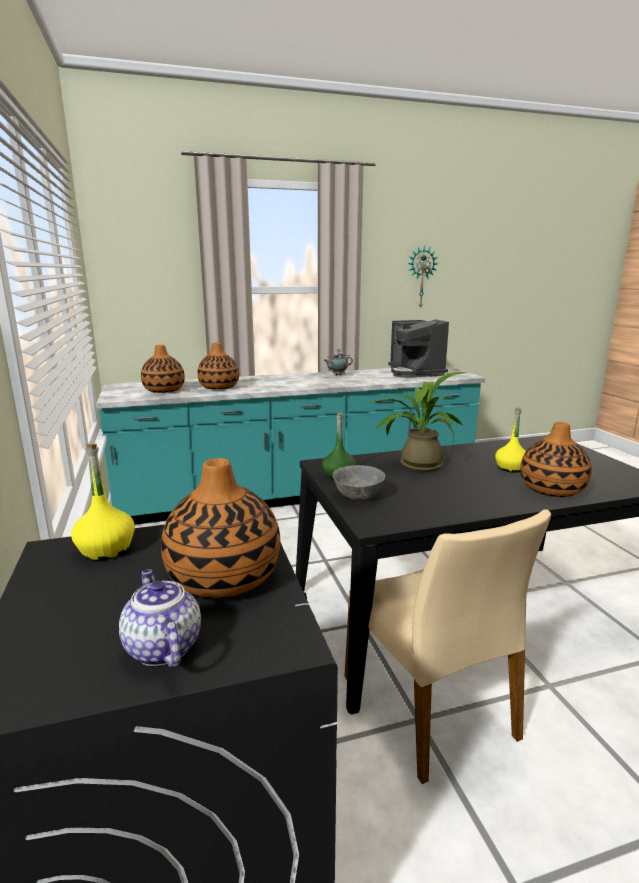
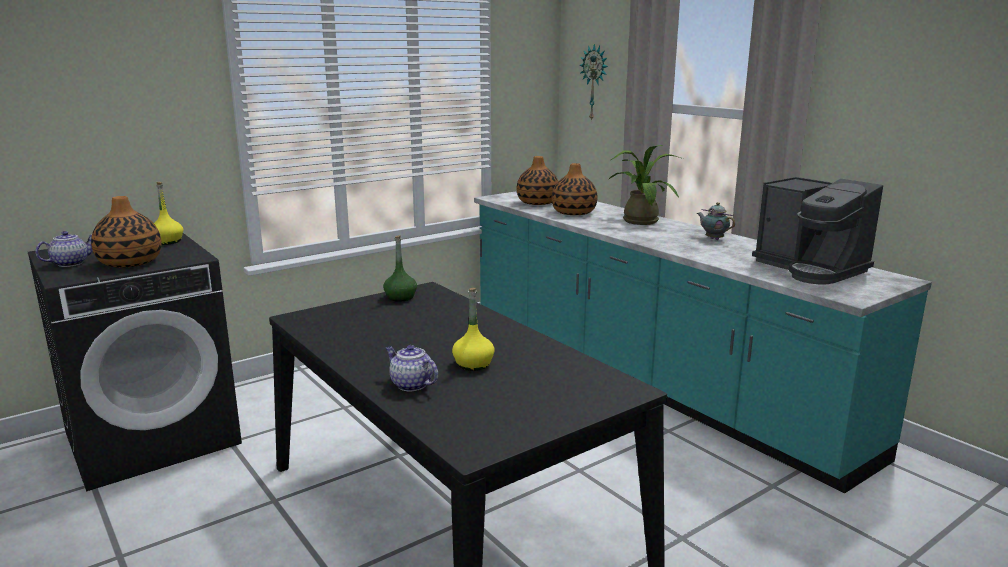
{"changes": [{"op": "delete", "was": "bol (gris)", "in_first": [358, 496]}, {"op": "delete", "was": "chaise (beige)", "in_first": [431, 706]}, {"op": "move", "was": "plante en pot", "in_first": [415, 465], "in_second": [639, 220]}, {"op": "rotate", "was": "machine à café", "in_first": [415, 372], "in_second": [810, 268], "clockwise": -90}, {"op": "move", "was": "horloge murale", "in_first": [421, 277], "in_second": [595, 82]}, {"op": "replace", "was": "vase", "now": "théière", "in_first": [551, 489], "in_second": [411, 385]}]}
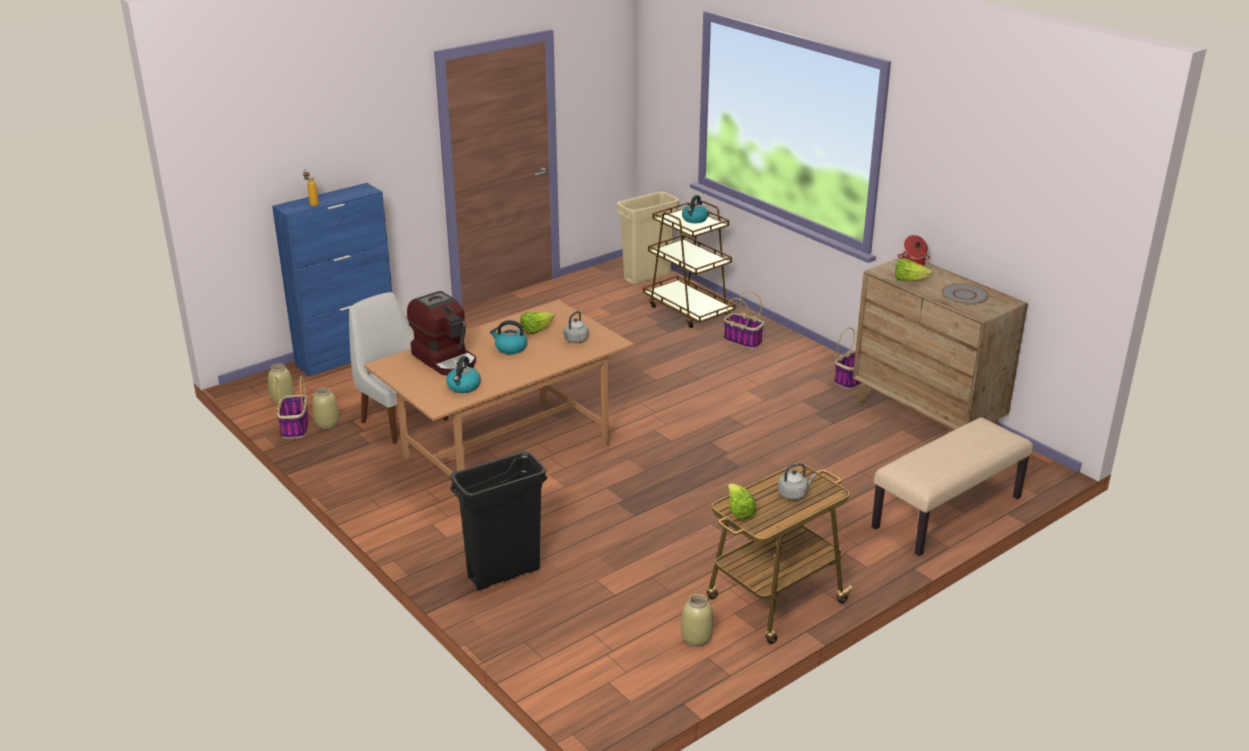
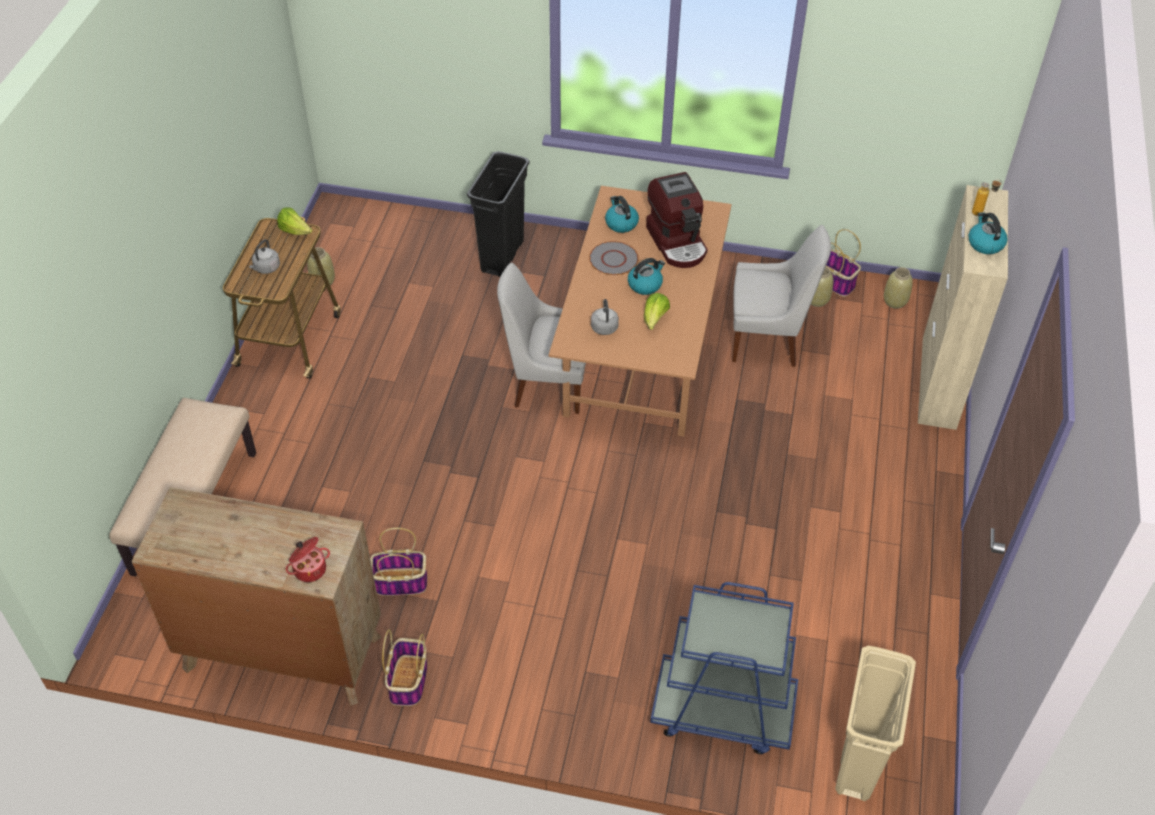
{"changes": [{"op": "recolor", "was": "meuble de rangement (bleu)", "now": "meuble de rangement (beige)", "in_first": [347, 355], "in_second": [938, 383]}, {"op": "rotate", "was": "machine à café", "in_first": [445, 359], "in_second": [677, 242], "clockwise": -120}, {"op": "recolor", "was": "chariot (marron)", "now": "chariot (bleu)", "in_first": [688, 310], "in_second": [722, 710]}, {"op": "move", "was": "bouilloire", "in_first": [694, 219], "in_second": [985, 243]}, {"op": "move", "was": "panier", "in_first": [743, 341], "in_second": [399, 583]}, {"op": "delete", "was": "laitue", "in_first": [909, 280]}, {"op": "move", "was": "assiette (gris)", "in_first": [965, 295], "in_second": [613, 259]}, {"op": "insert", "now": "chaise (blanc)", "in_second": [547, 383]}]}
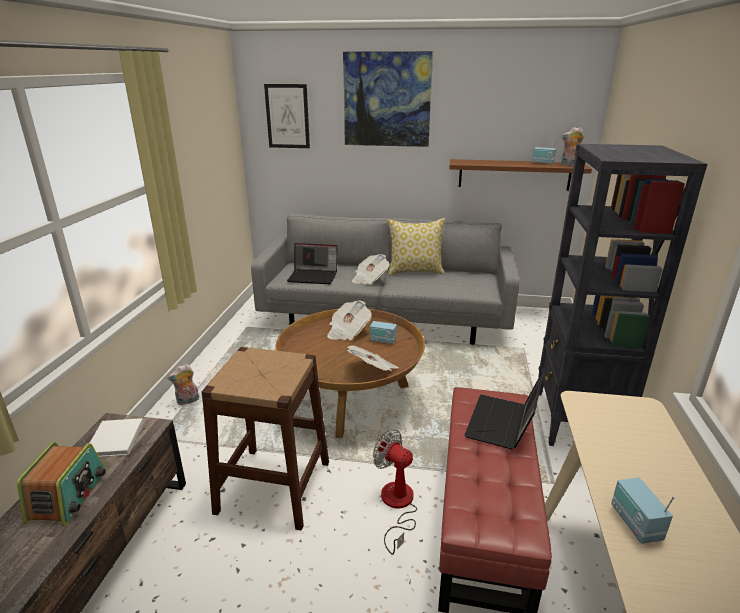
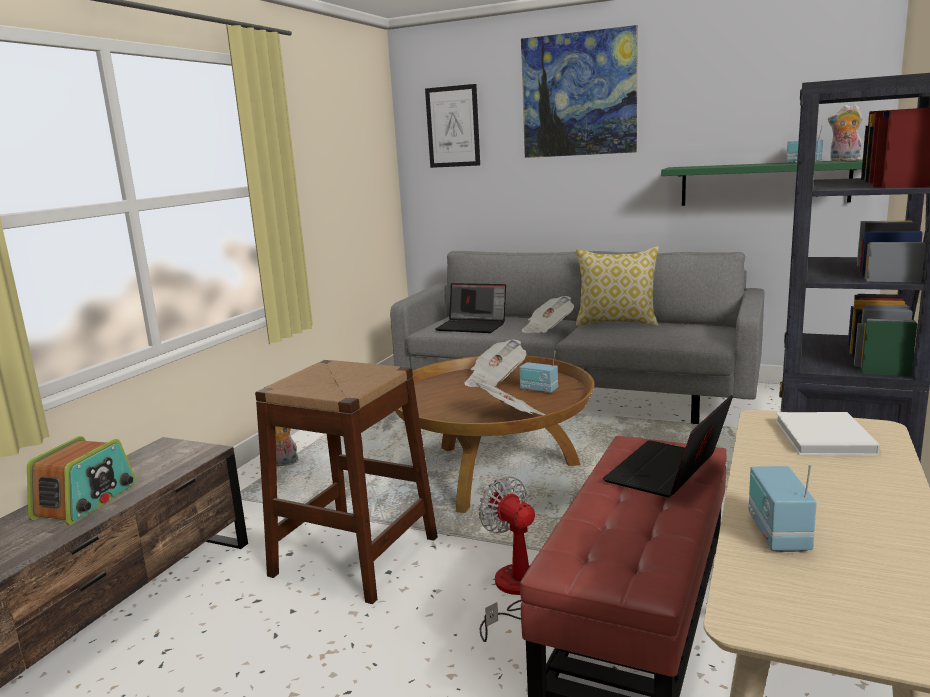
{"changes": [{"op": "move", "was": "livre (blanc)", "in_first": [115, 440], "in_second": [825, 438]}, {"op": "recolor", "was": "étagère (marron)", "now": "étagère (vert)", "in_first": [514, 174], "in_second": [763, 183]}]}
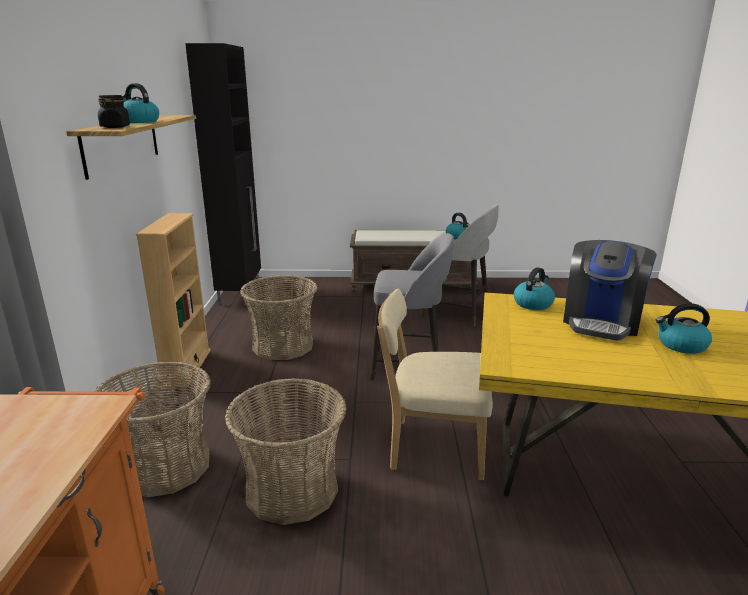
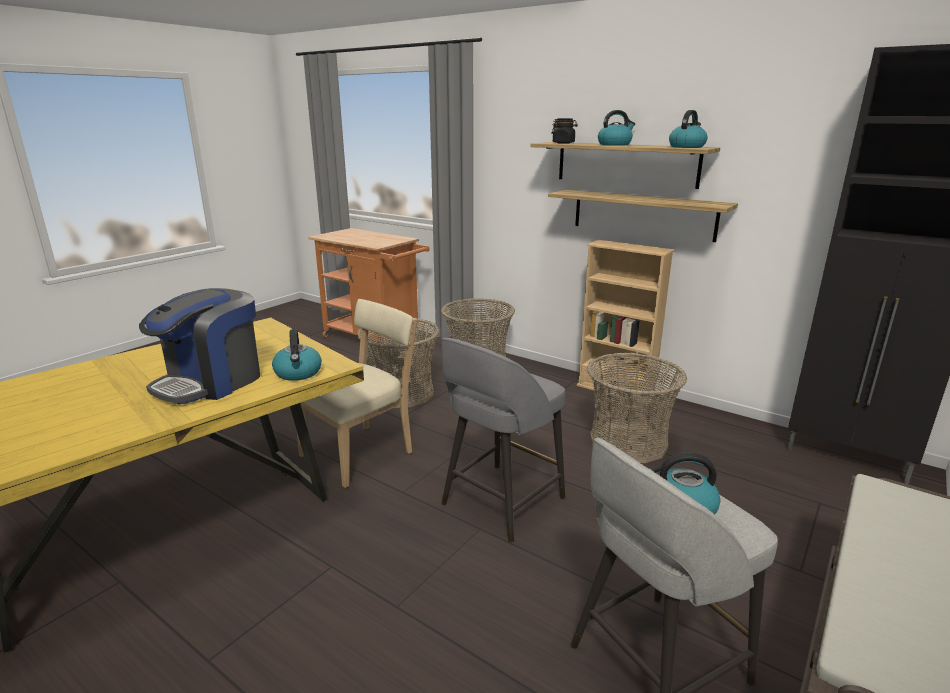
{"changes": [{"op": "rotate", "was": "machine à café", "in_first": [601, 322], "in_second": [211, 382], "clockwise": -120}, {"op": "move", "was": "bouilloire", "in_first": [681, 345], "in_second": [686, 147]}, {"op": "insert", "now": "étagère", "in_second": [643, 214]}]}
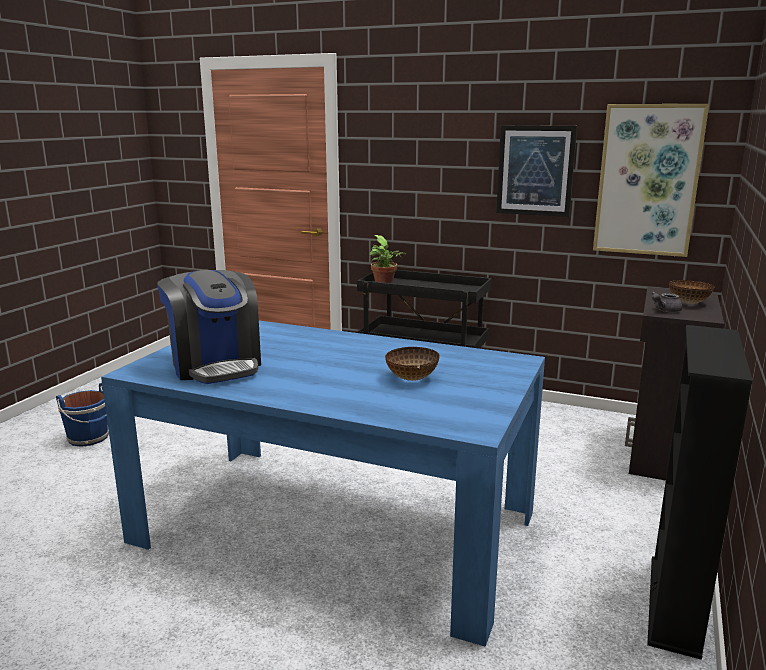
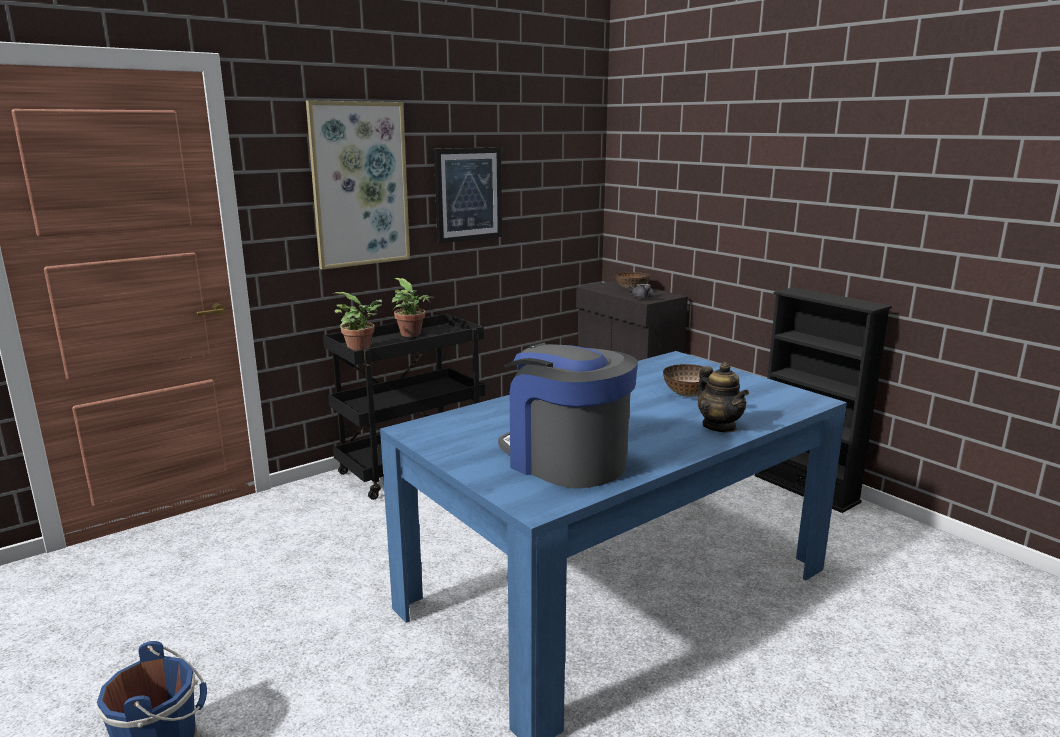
{"changes": [{"op": "rotate", "was": "machine à café", "in_first": [215, 365], "in_second": [565, 460], "clockwise": -135}, {"op": "move", "was": "tableau", "in_first": [647, 180], "in_second": [359, 185]}, {"op": "insert", "now": "plante en pot", "in_second": [412, 334]}, {"op": "insert", "now": "théière", "in_second": [719, 426]}]}
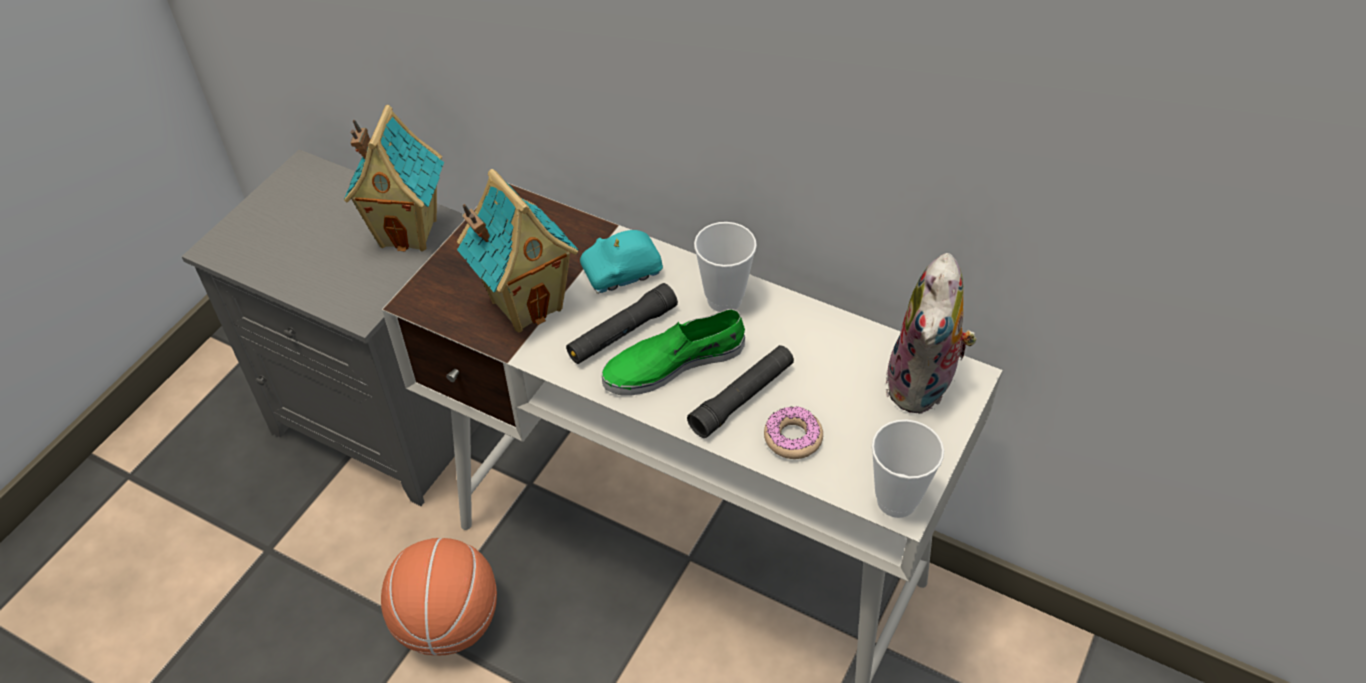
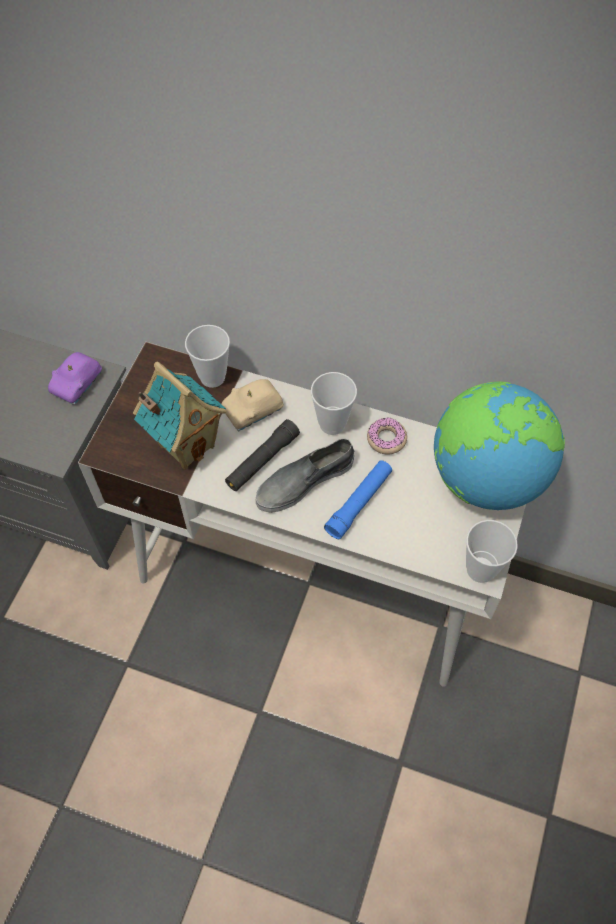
{"changes": [{"op": "replace", "was": "maison miniature", "now": "petite voiture (violet)", "in_first": [409, 231], "in_second": [78, 384]}, {"op": "delete", "was": "ballon de basket", "in_first": [448, 622]}, {"op": "recolor", "was": "petite voiture (turquoise)", "now": "petite voiture (beige)", "in_first": [622, 273], "in_second": [253, 411]}, {"op": "recolor", "was": "chaussure (vert)", "now": "chaussure (gris)", "in_first": [673, 363], "in_second": [304, 481]}, {"op": "recolor", "was": "lampe de poche (noir)", "now": "lampe de poche (bleu)", "in_first": [742, 398], "in_second": [359, 503]}, {"op": "move", "was": "beignet", "in_first": [793, 438], "in_second": [386, 439]}, {"op": "replace", "was": "peluche", "now": "globe", "in_first": [923, 386], "in_second": [485, 477]}, {"op": "insert", "now": "tasse", "in_second": [212, 377]}]}
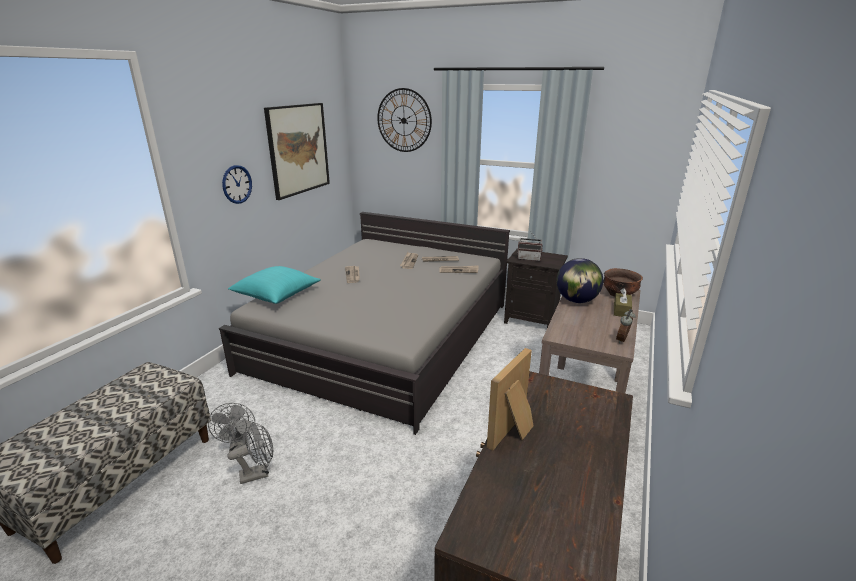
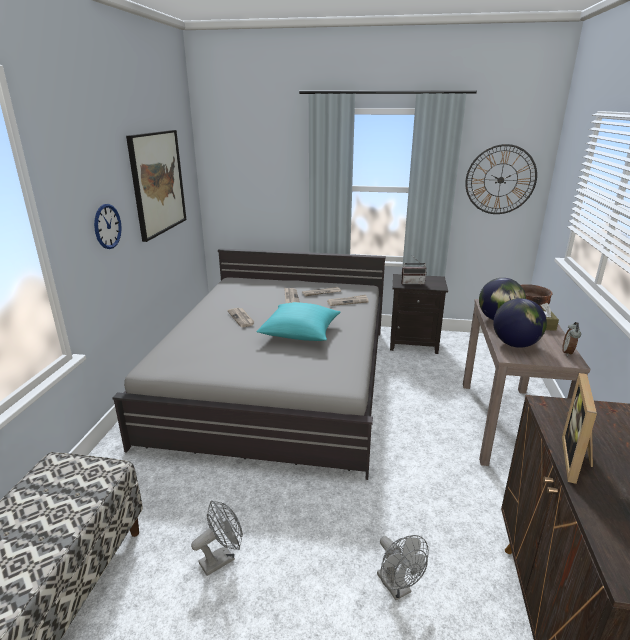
{"changes": [{"op": "move", "was": "ventilateur (gris)", "in_first": [238, 446], "in_second": [397, 588]}, {"op": "move", "was": "coussin (turquoise)", "in_first": [276, 295], "in_second": [300, 333]}, {"op": "move", "was": "horloge murale", "in_first": [404, 120], "in_second": [500, 180]}, {"op": "insert", "now": "globe", "in_second": [515, 344]}]}
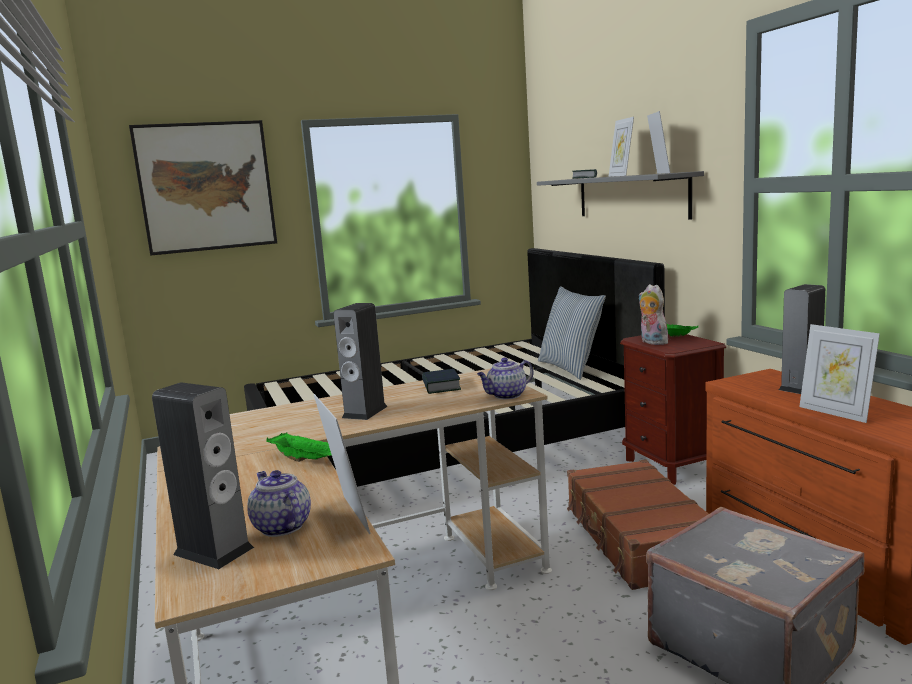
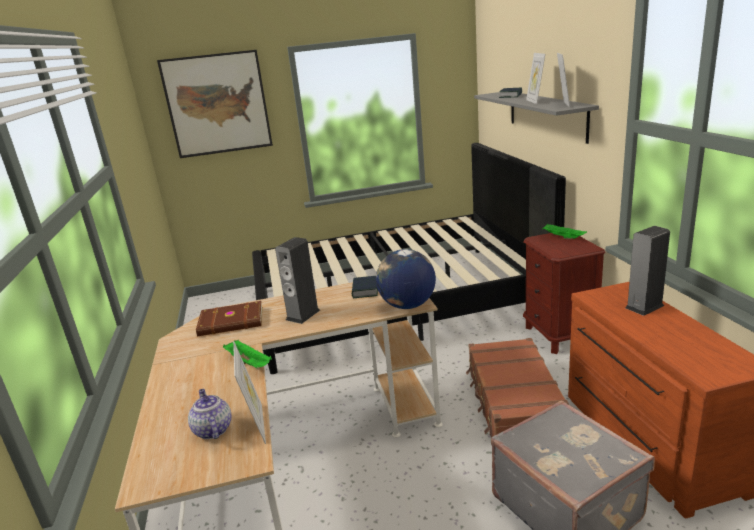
{"changes": [{"op": "delete", "was": "enceinte", "in_first": [213, 551]}, {"op": "replace", "was": "théière", "now": "globe", "in_first": [506, 396], "in_second": [407, 305]}, {"op": "delete", "was": "coussin", "in_first": [571, 368]}, {"op": "delete", "was": "peluche", "in_first": [651, 342]}, {"op": "delete", "was": "cadre photo", "in_first": [835, 413]}, {"op": "insert", "now": "livre (marron)", "in_second": [231, 322]}]}
